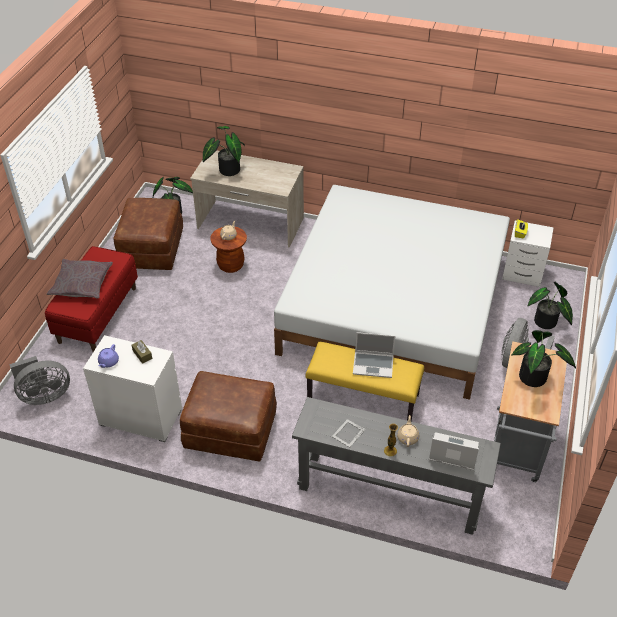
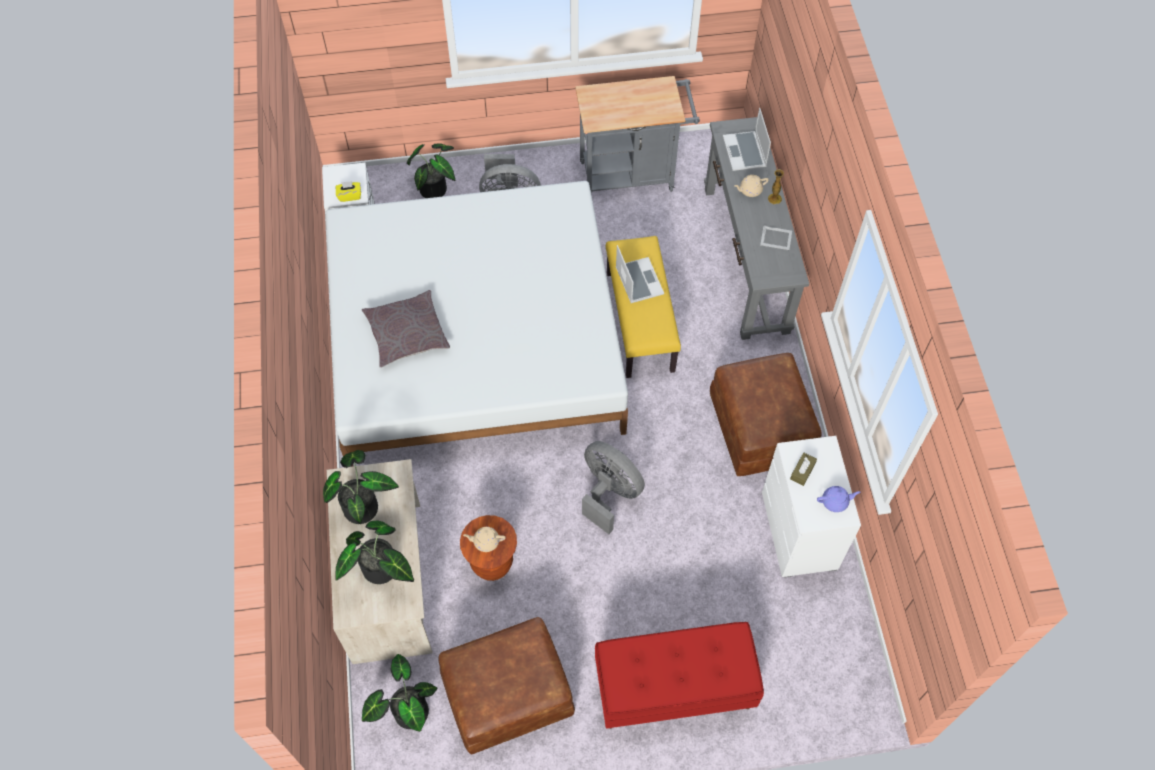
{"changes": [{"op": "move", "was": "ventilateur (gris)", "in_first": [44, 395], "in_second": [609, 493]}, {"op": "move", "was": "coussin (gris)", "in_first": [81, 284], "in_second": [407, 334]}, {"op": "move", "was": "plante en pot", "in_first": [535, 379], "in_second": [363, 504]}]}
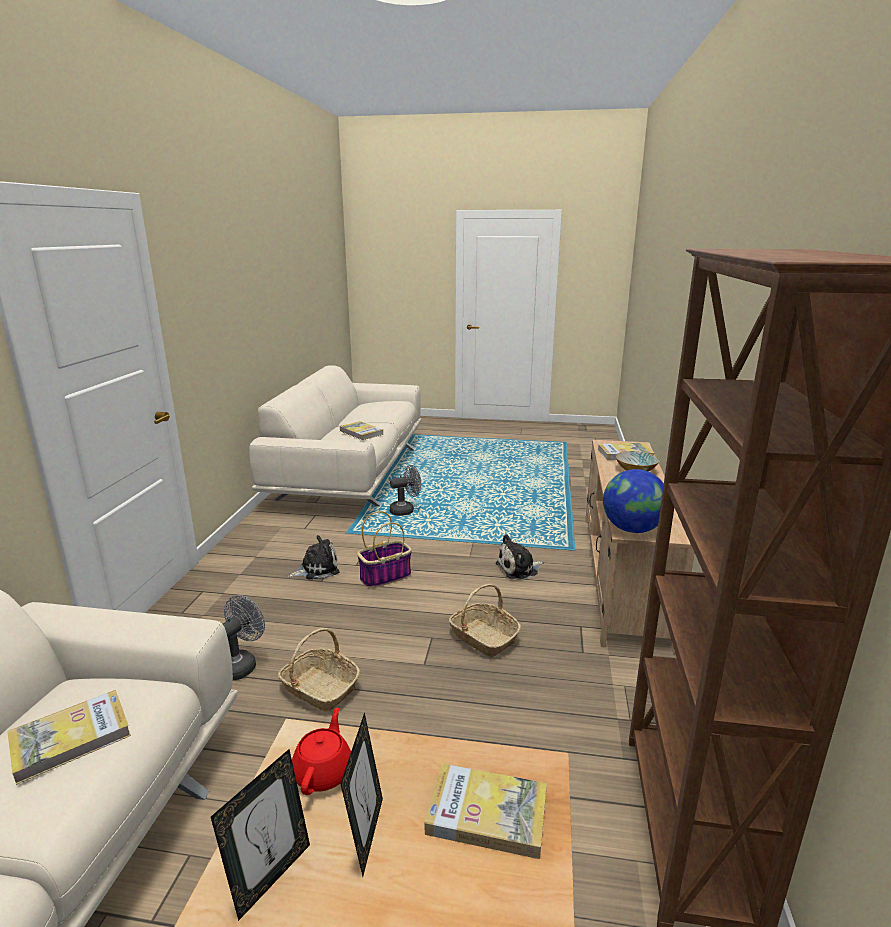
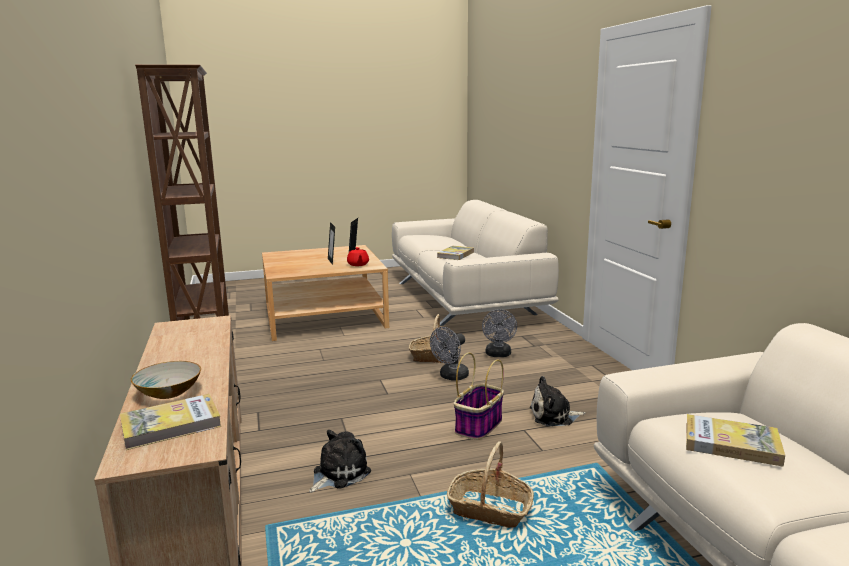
{"changes": [{"op": "rotate", "was": "peluche", "in_first": [317, 569], "in_second": [554, 416], "clockwise": 45}, {"op": "move", "was": "ventilateur (gris)", "in_first": [405, 510], "in_second": [451, 377]}, {"op": "delete", "was": "livre", "in_first": [487, 813]}, {"op": "move", "was": "panier", "in_first": [483, 637], "in_second": [490, 509]}, {"op": "delete", "was": "globe", "in_first": [632, 529]}]}
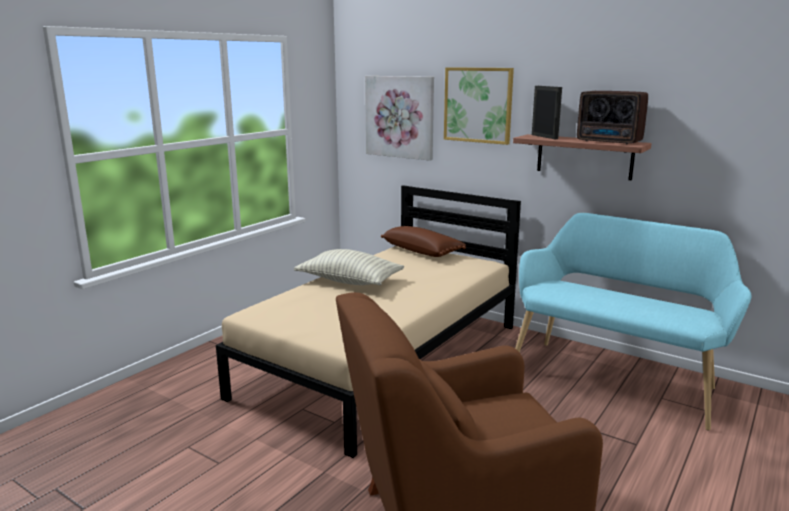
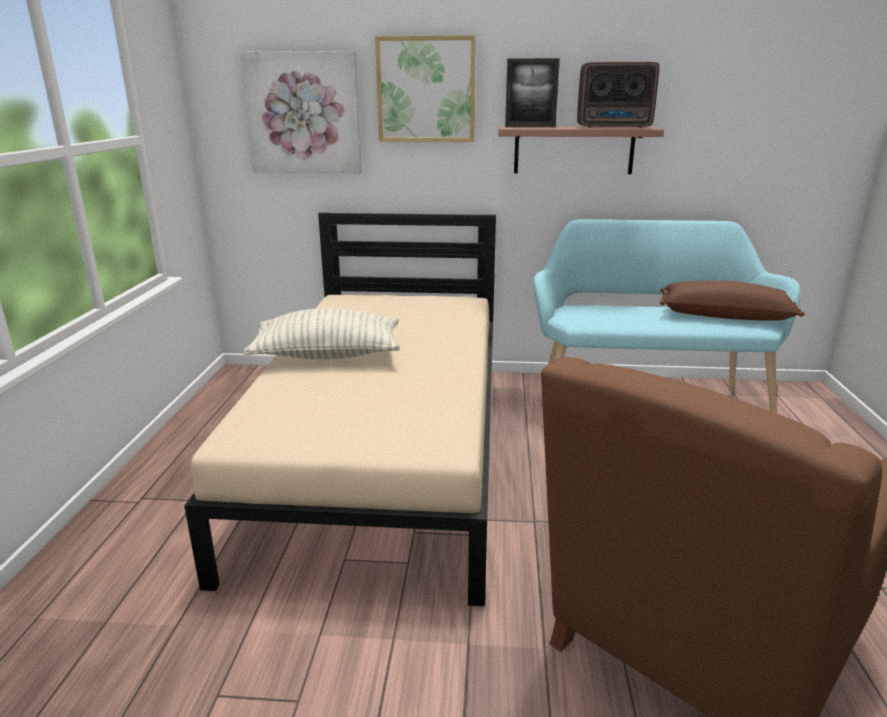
{"changes": [{"op": "move", "was": "coussin (marron)", "in_first": [422, 251], "in_second": [725, 315]}, {"op": "rotate", "was": "cadre photo", "in_first": [544, 137], "in_second": [530, 127], "clockwise": 150}]}
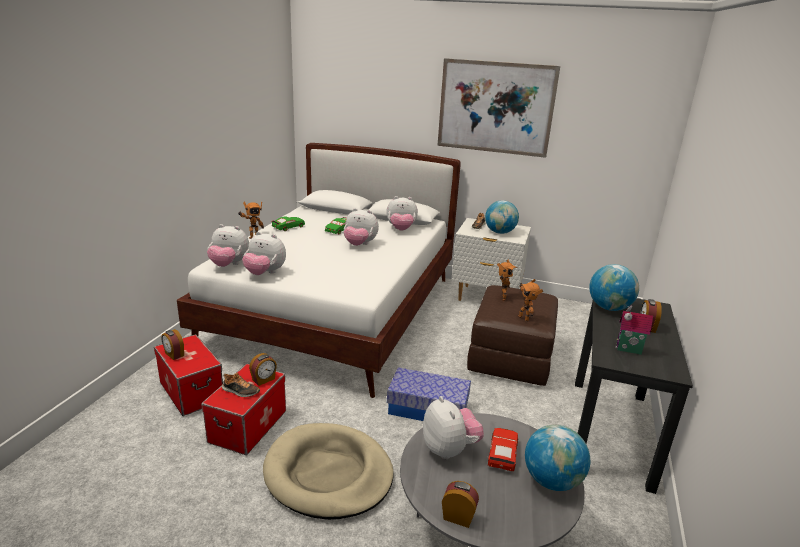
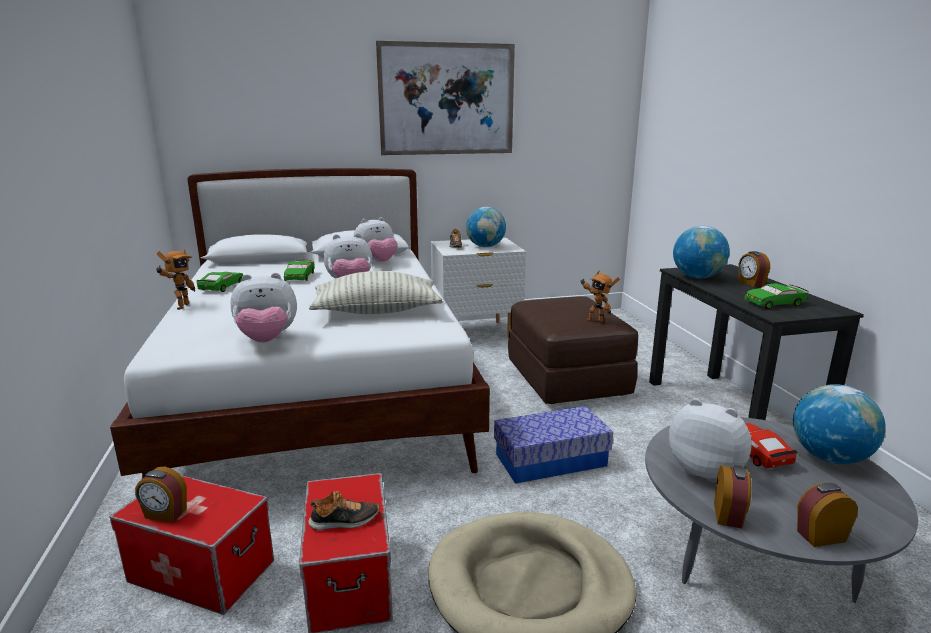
{"changes": [{"op": "delete", "was": "peluche", "in_first": [229, 265]}, {"op": "move", "was": "réveil", "in_first": [264, 380], "in_second": [728, 515]}, {"op": "delete", "was": "robot jouet", "in_first": [501, 298]}, {"op": "replace", "was": "maison miniature", "now": "petite voiture (vert)", "in_first": [628, 350], "in_second": [774, 303]}, {"op": "insert", "now": "coussin", "in_second": [377, 311]}]}
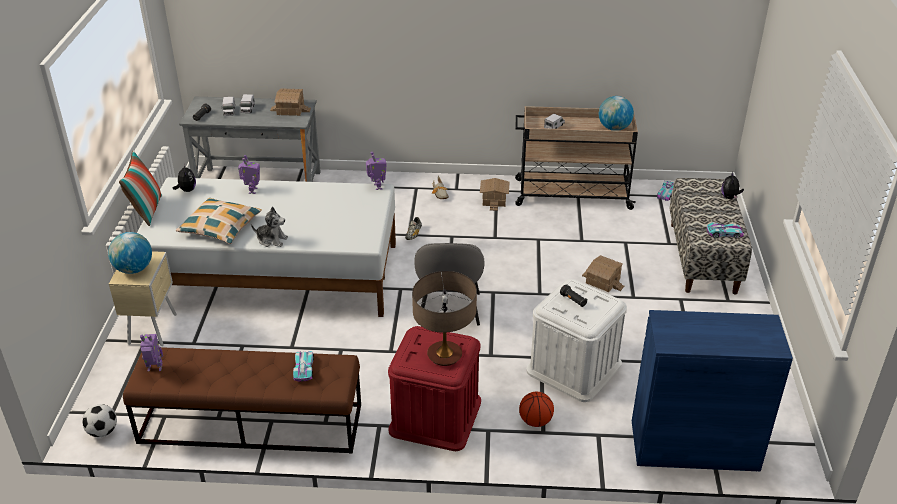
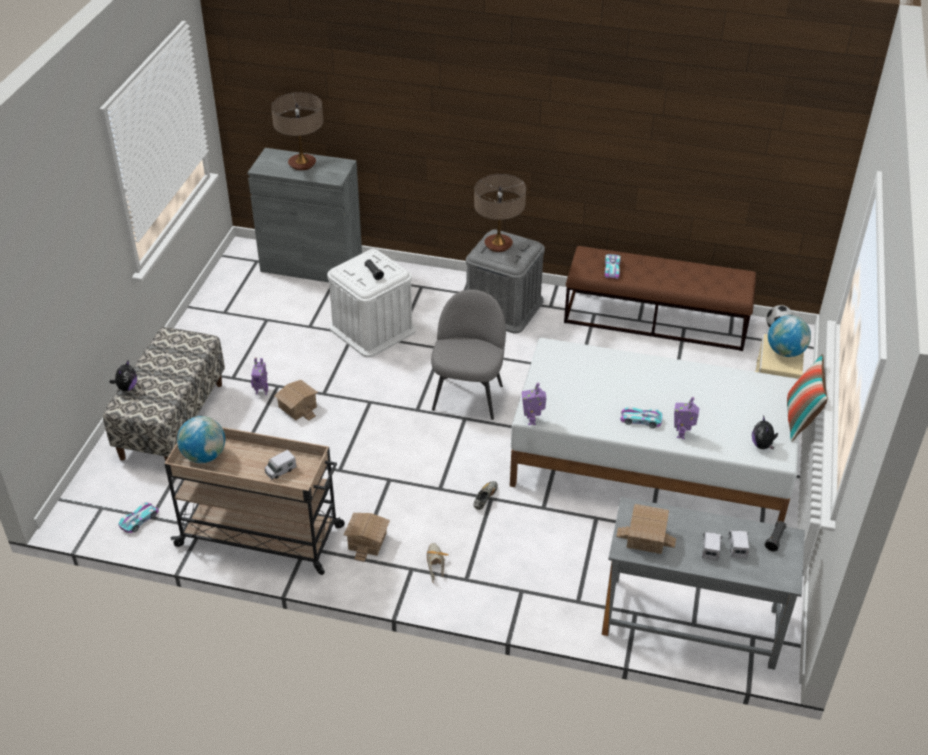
{"changes": [{"op": "move", "was": "robot jouet", "in_first": [154, 369], "in_second": [262, 391]}, {"op": "delete", "was": "coussin", "in_first": [220, 227]}, {"op": "delete", "was": "peluche", "in_first": [271, 240]}, {"op": "recolor", "was": "boîte de rangement (rouge)", "now": "boîte de rangement (gris)", "in_first": [435, 416], "in_second": [503, 307]}, {"op": "delete", "was": "ballon de basket", "in_first": [535, 421]}, {"op": "recolor", "was": "meuble de rangement (bleu)", "now": "meuble de rangement (gris)", "in_first": [694, 445], "in_second": [311, 265]}, {"op": "move", "was": "petite voiture", "in_first": [724, 233], "in_second": [641, 420]}, {"op": "insert", "now": "lampe de table", "in_second": [302, 164]}]}
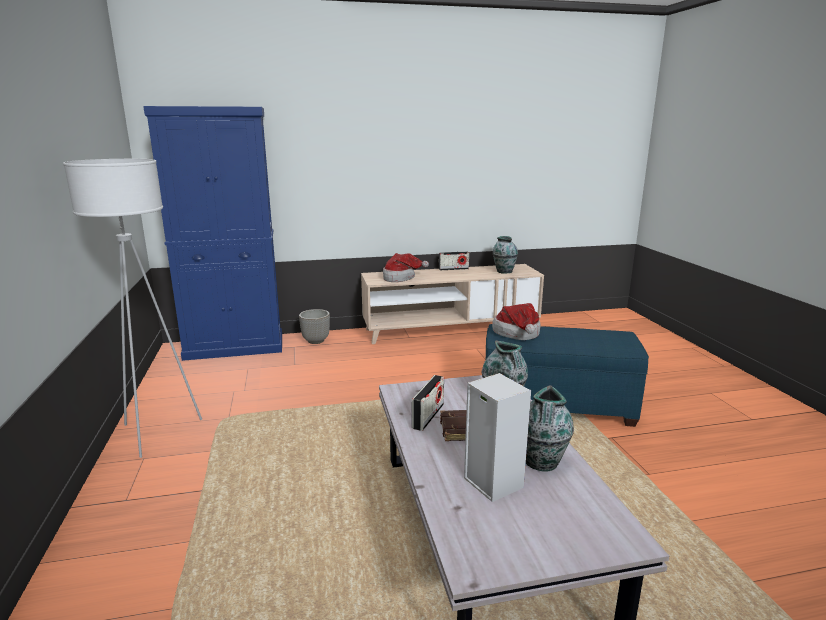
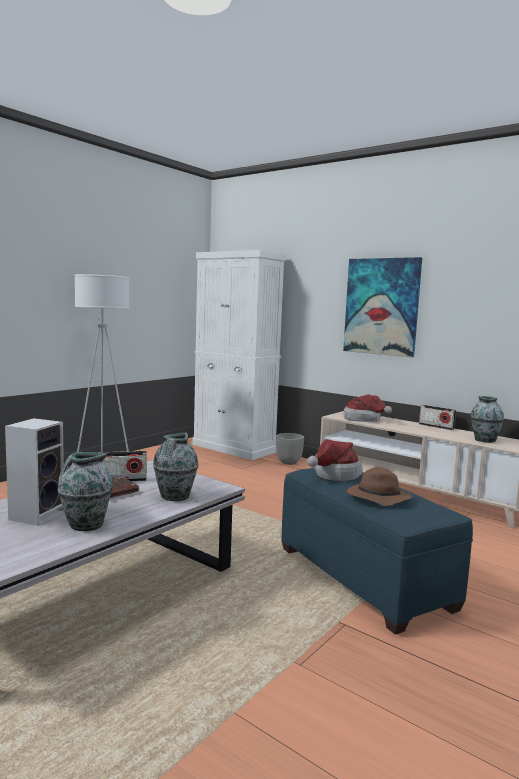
{"changes": [{"op": "recolor", "was": "meuble de rangement (bleu)", "now": "meuble de rangement (blanc)", "in_first": [235, 347], "in_second": [234, 448]}, {"op": "insert", "now": "tableau", "in_second": [381, 306]}, {"op": "insert", "now": "chapeau (marron)", "in_second": [377, 498]}]}
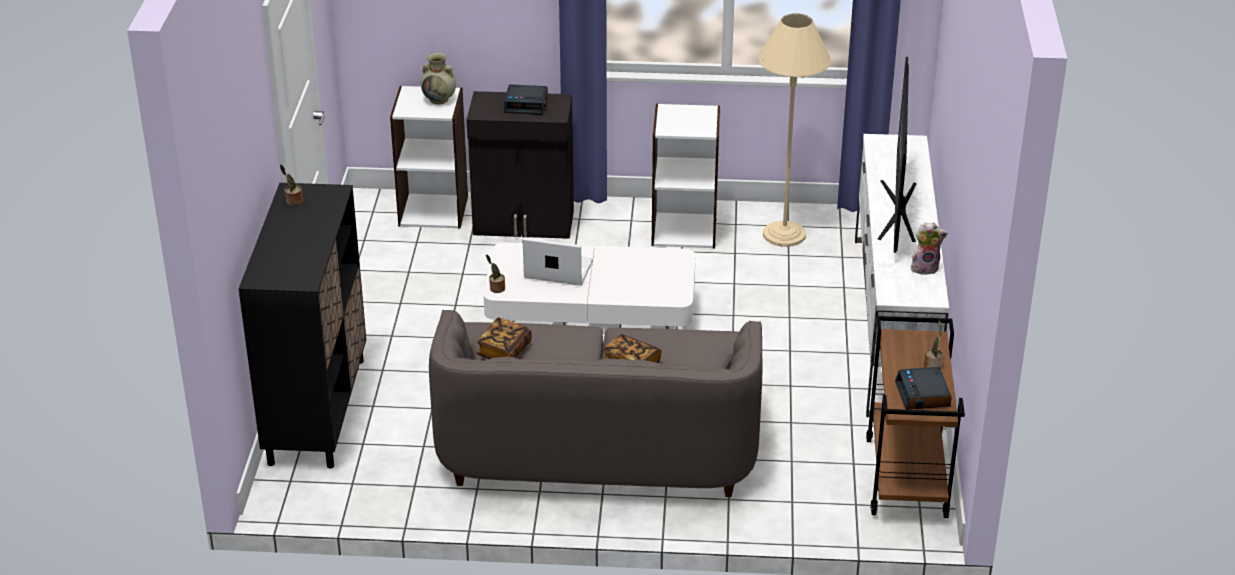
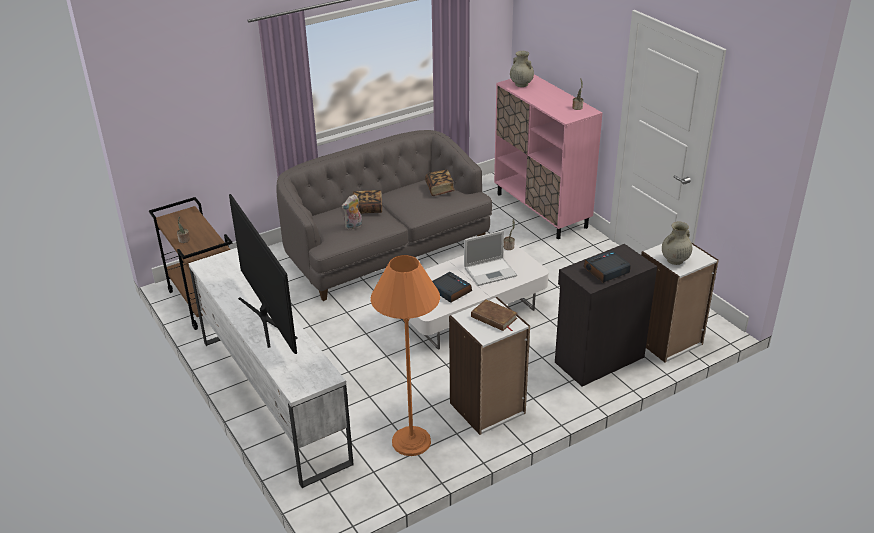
{"changes": [{"op": "recolor", "was": "meuble de rangement (noir)", "now": "meuble de rangement (rose)", "in_first": [317, 410], "in_second": [541, 210]}, {"op": "recolor", "was": "lampadaire (beige)", "now": "lampadaire (orange)", "in_first": [784, 234], "in_second": [411, 441]}, {"op": "move", "was": "réveil", "in_first": [923, 395], "in_second": [450, 291]}, {"op": "move", "was": "peluche", "in_first": [925, 268], "in_second": [353, 227]}, {"op": "insert", "now": "livre (marron)", "in_second": [494, 318]}, {"op": "insert", "now": "vase (beige)", "in_second": [521, 84]}]}
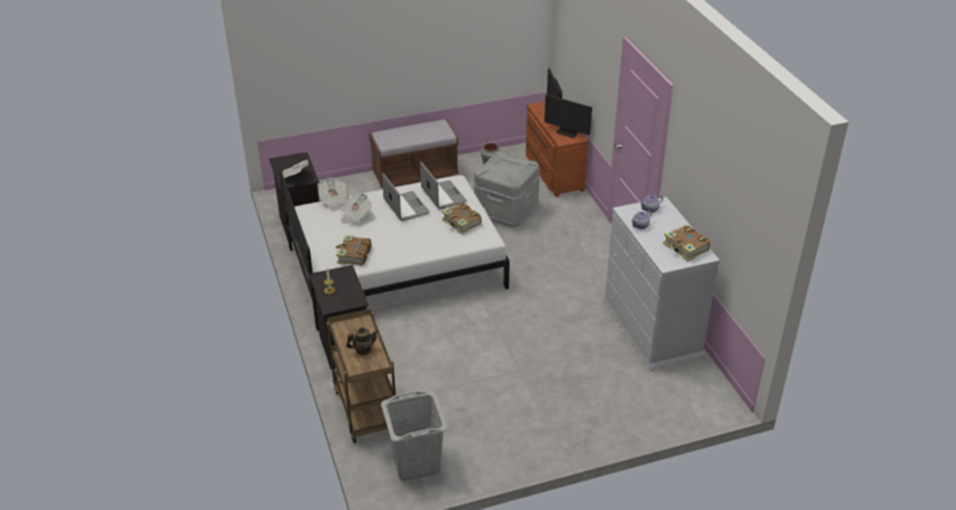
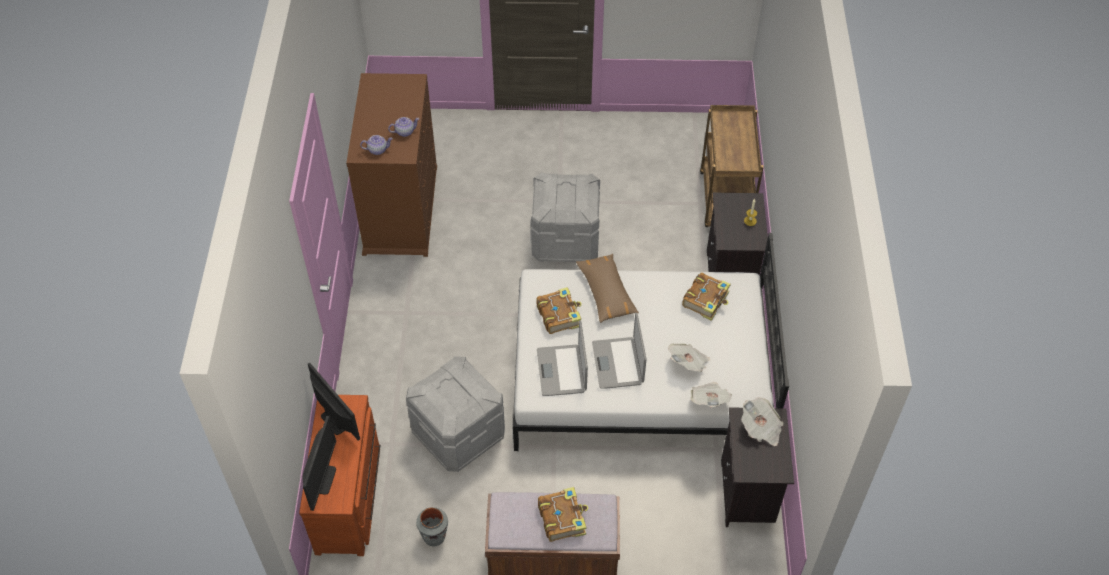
{"changes": [{"op": "delete", "was": "théière", "in_first": [363, 350]}, {"op": "delete", "was": "panier à linge (gris)", "in_first": [416, 463]}, {"op": "recolor", "was": "commode (blanc)", "now": "commode (marron)", "in_first": [652, 329], "in_second": [400, 209]}, {"op": "move", "was": "livre", "in_first": [685, 248], "in_second": [562, 518]}, {"op": "insert", "now": "boîte de rangement (gris)", "in_second": [565, 240]}, {"op": "insert", "now": "coussin (marron)", "in_second": [606, 292]}]}
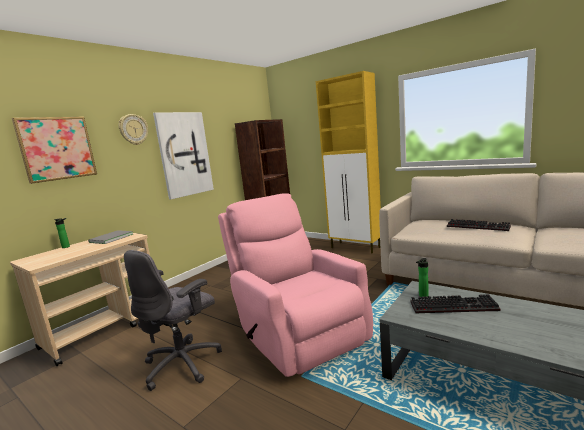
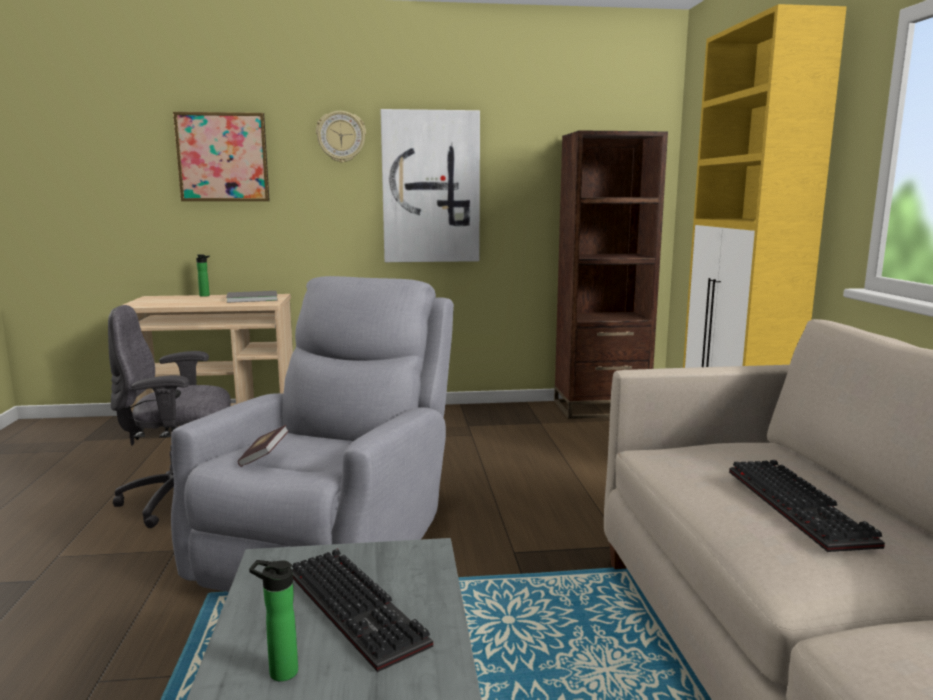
{"changes": [{"op": "recolor", "was": "fauteuil (rose)", "now": "fauteuil (gris)", "in_first": [296, 331], "in_second": [332, 541]}, {"op": "move", "was": "bouteille", "in_first": [422, 296], "in_second": [279, 672]}, {"op": "insert", "now": "livre", "in_second": [264, 457]}]}
